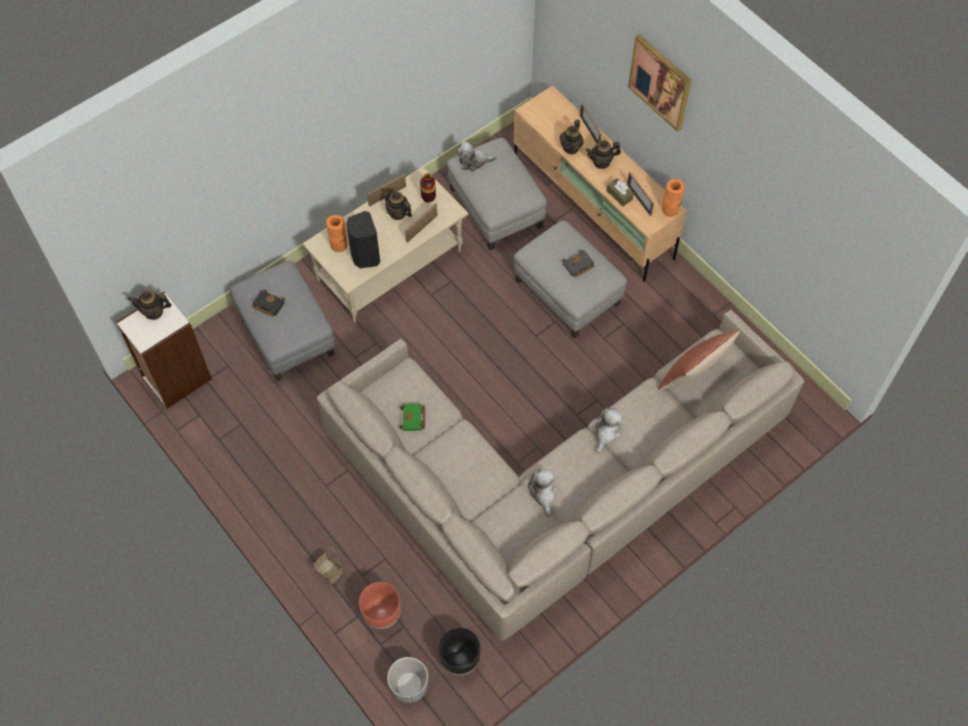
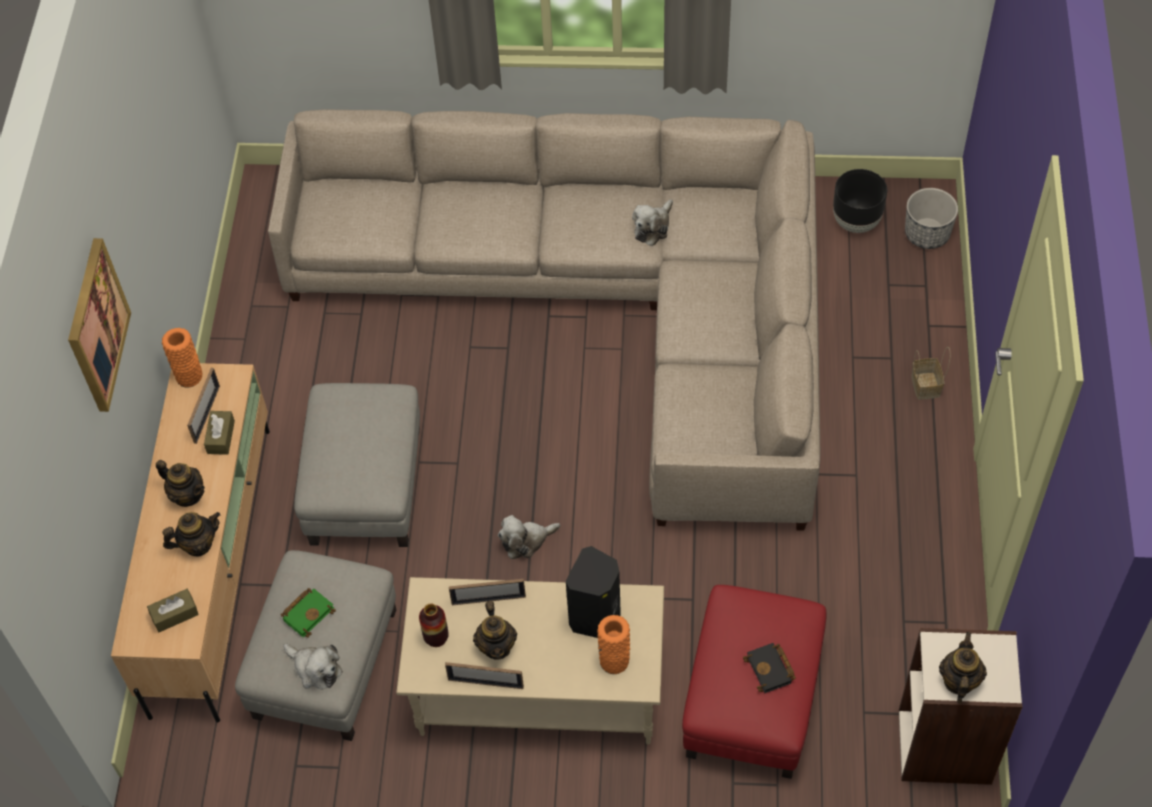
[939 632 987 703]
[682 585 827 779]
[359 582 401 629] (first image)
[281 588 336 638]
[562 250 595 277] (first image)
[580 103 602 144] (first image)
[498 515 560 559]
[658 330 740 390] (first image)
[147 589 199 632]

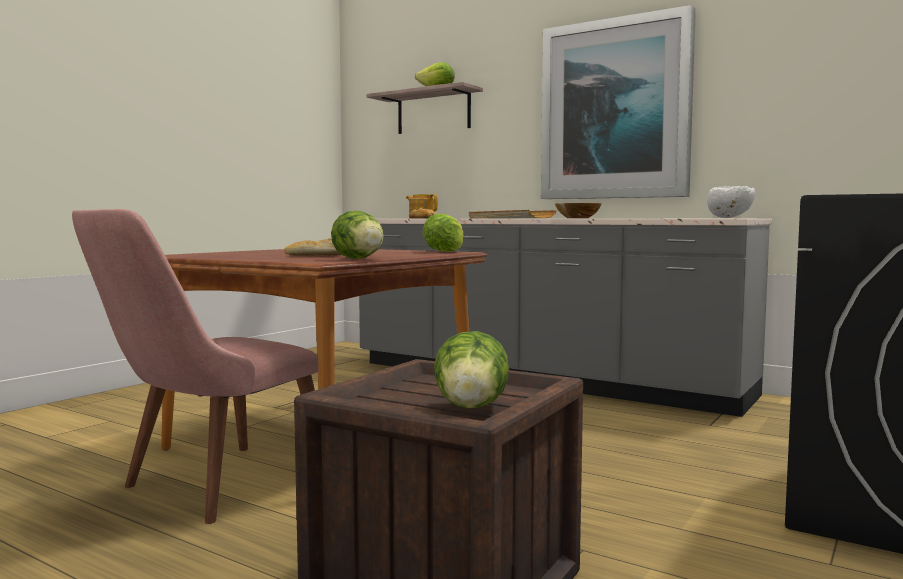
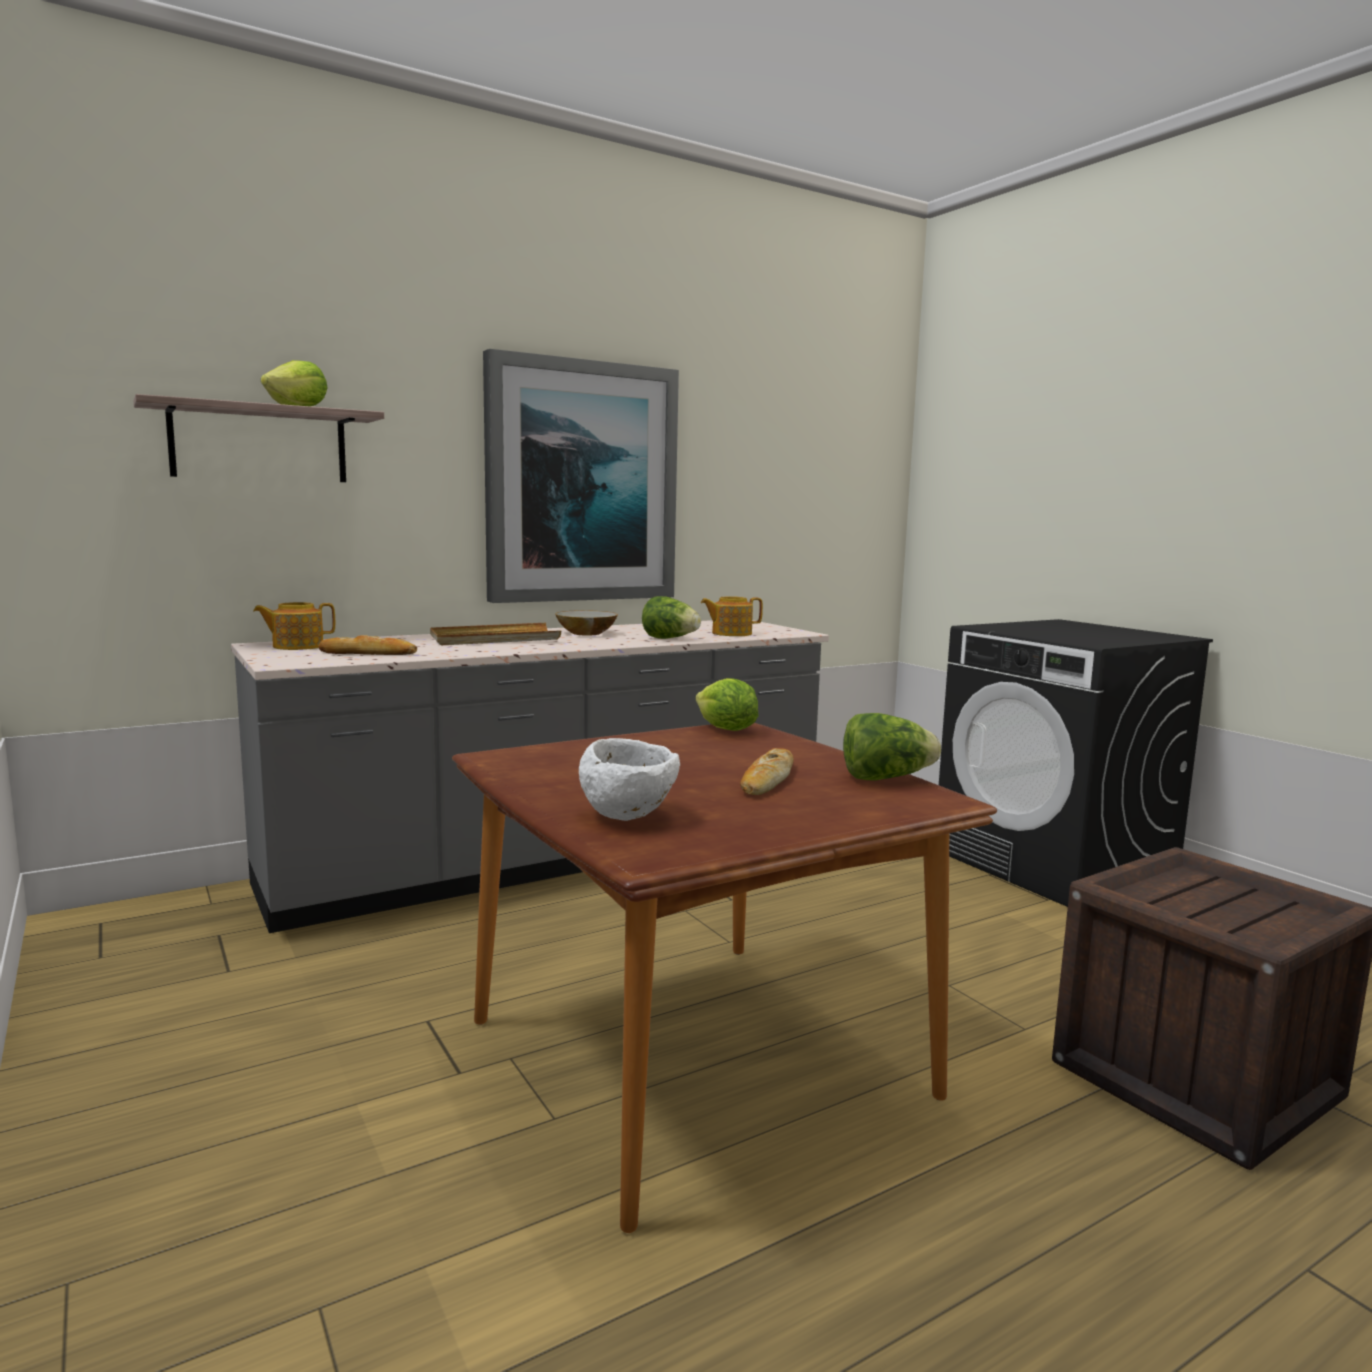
[72 209 319 524] (first image)
[642 596 701 639]
[579 738 680 821]
[701 596 763 636]

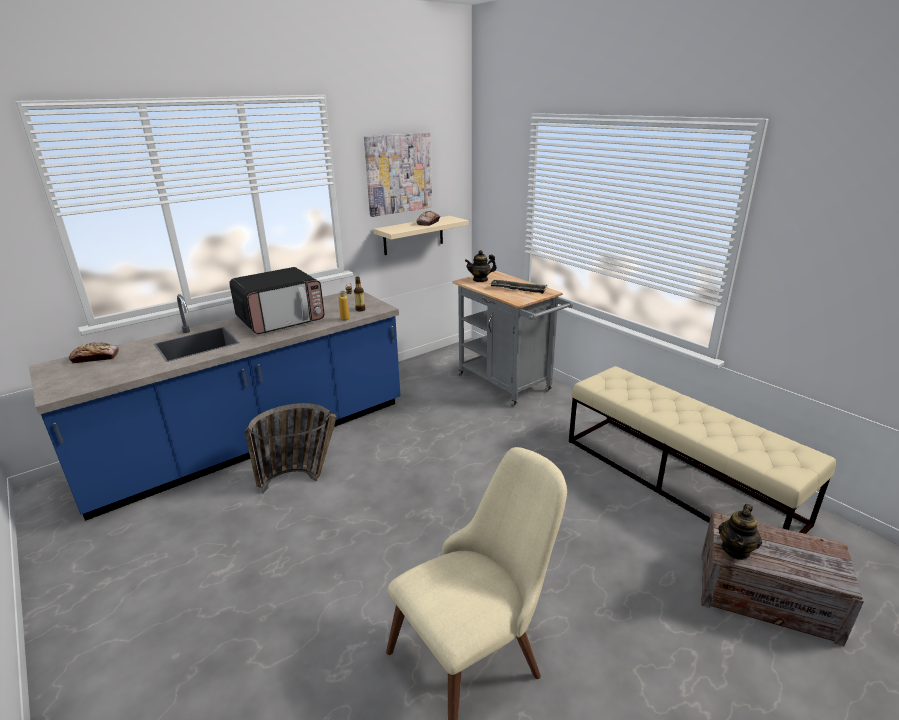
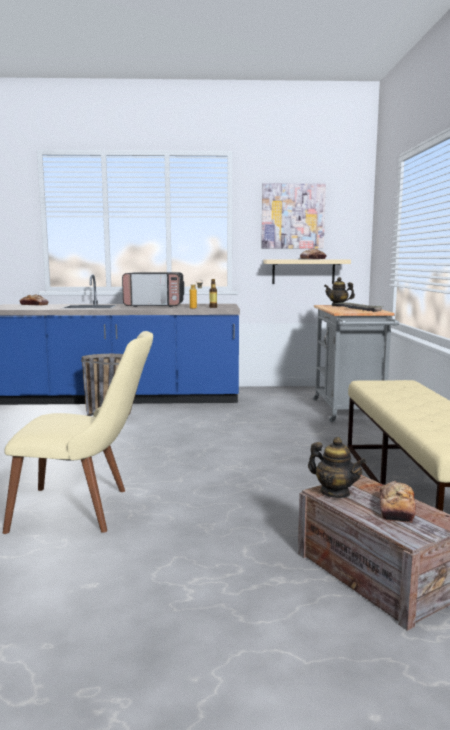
[308 437 366 498]
[380 481 416 523]

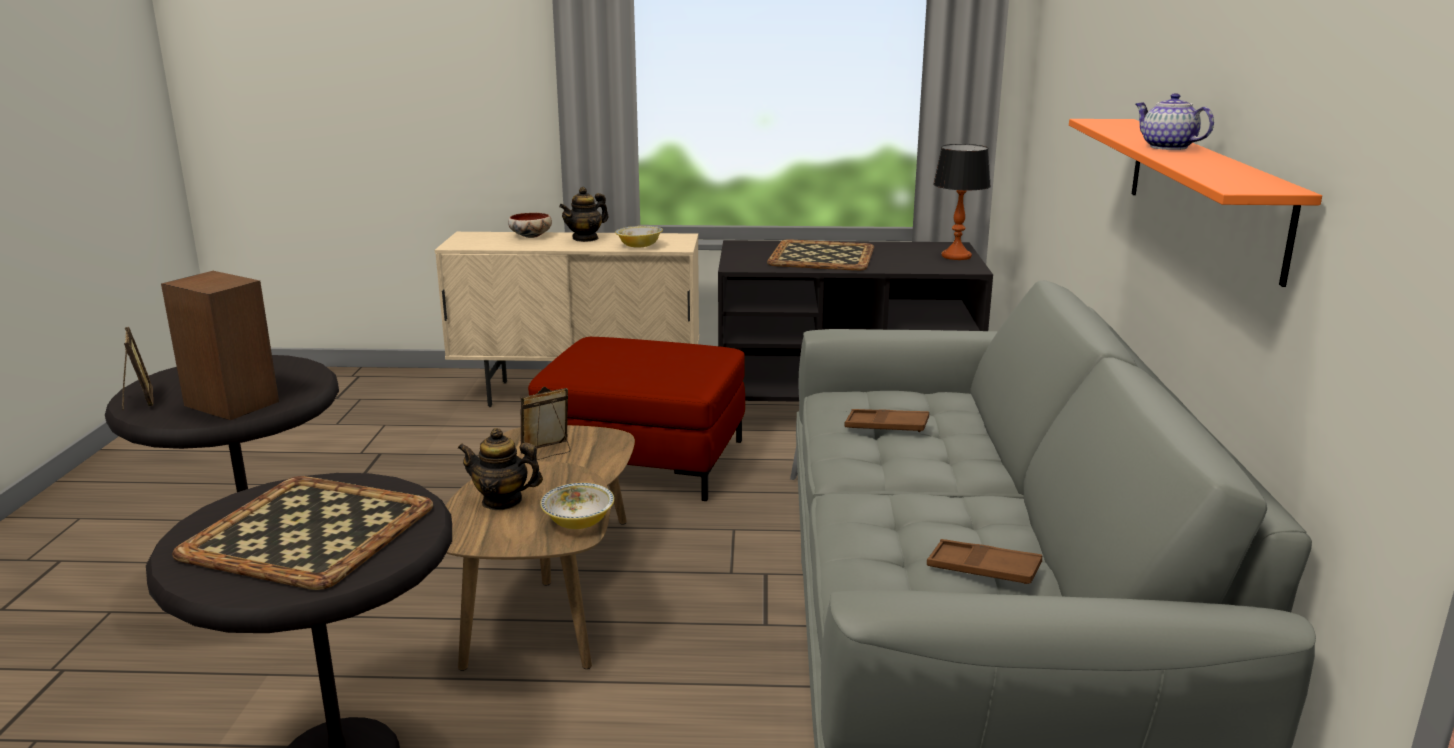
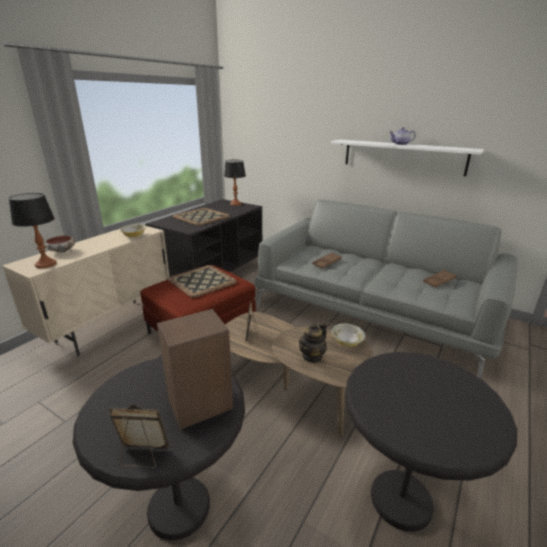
[168 265 237 298]
[559 187 608 242] (first image)
[331 140 484 176]
[9 193 57 268]

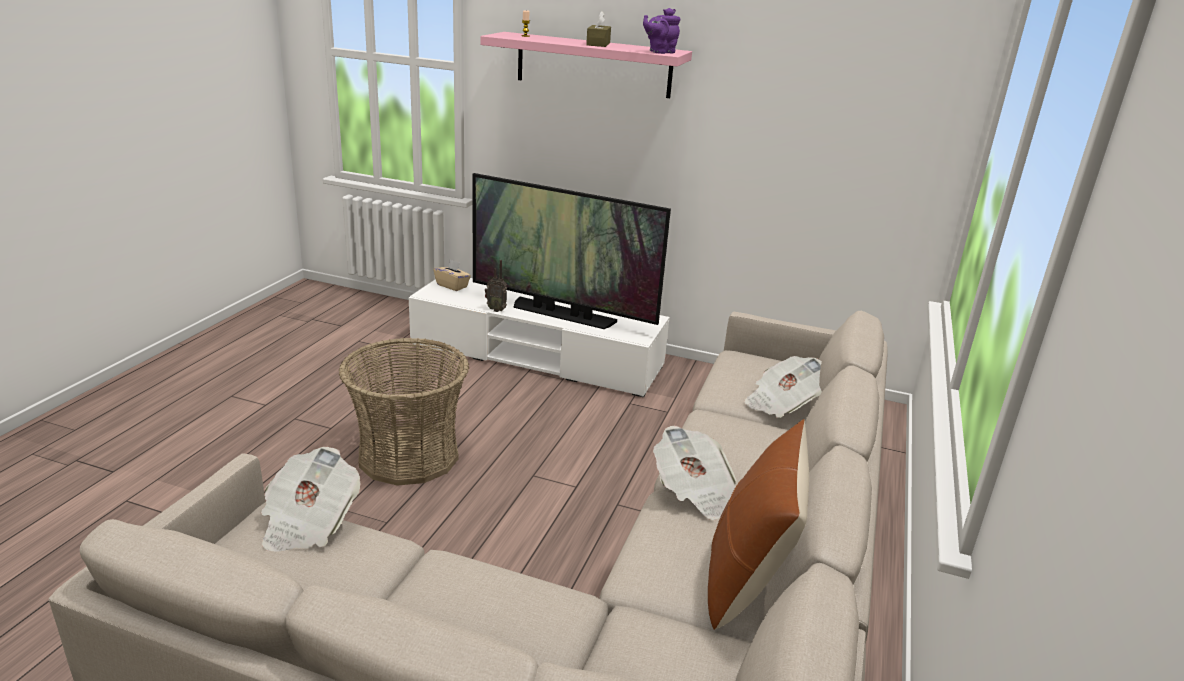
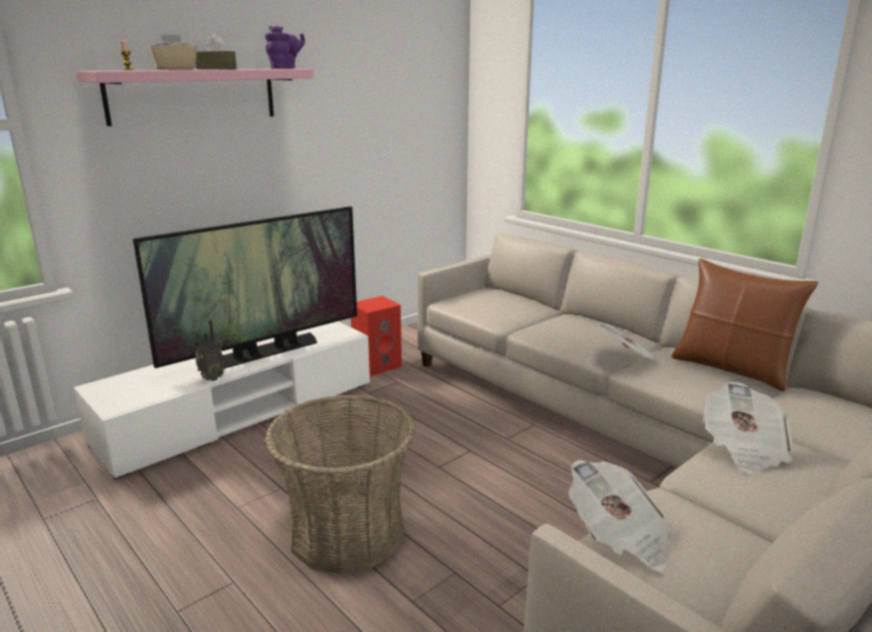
[150 34 197 70]
[265 25 305 69]
[702 382 792 473]
[351 296 402 376]

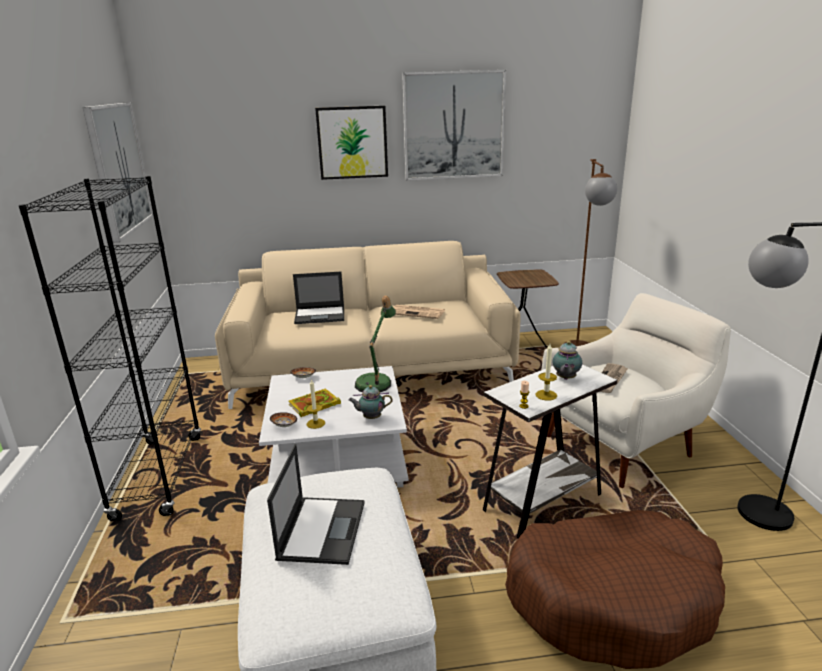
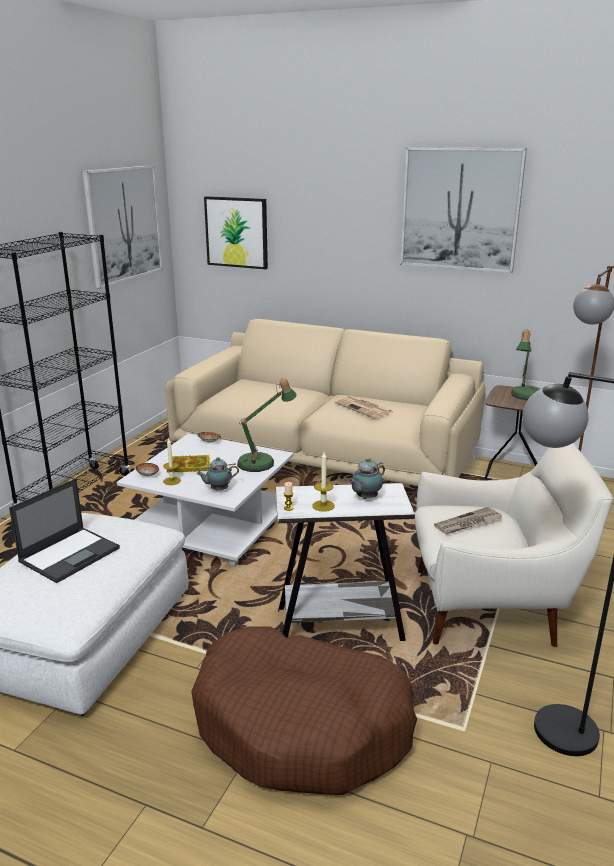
[293 271 344 324] (first image)
[204 196 268 269]
[196 457 239 491]
[511 329 540 400]

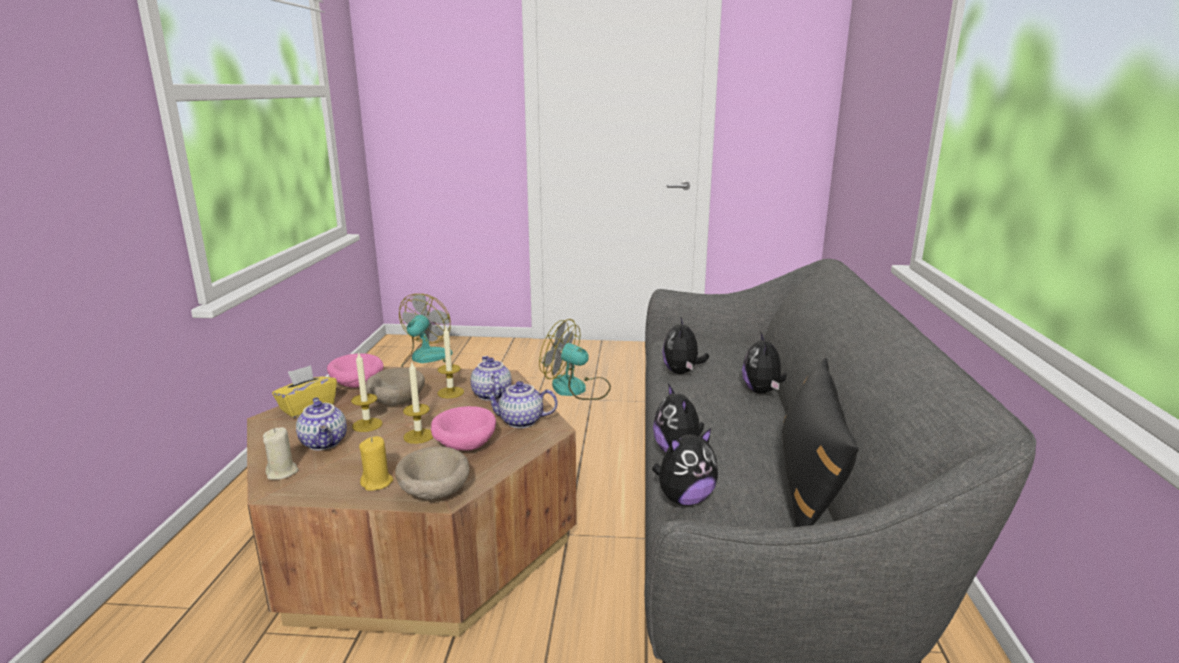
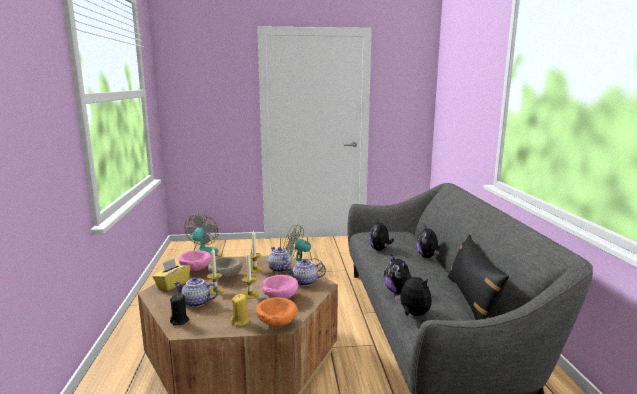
[170 294 189 326]
[174 277 218 307]
[256 297 298 327]
[395 271 432 316]

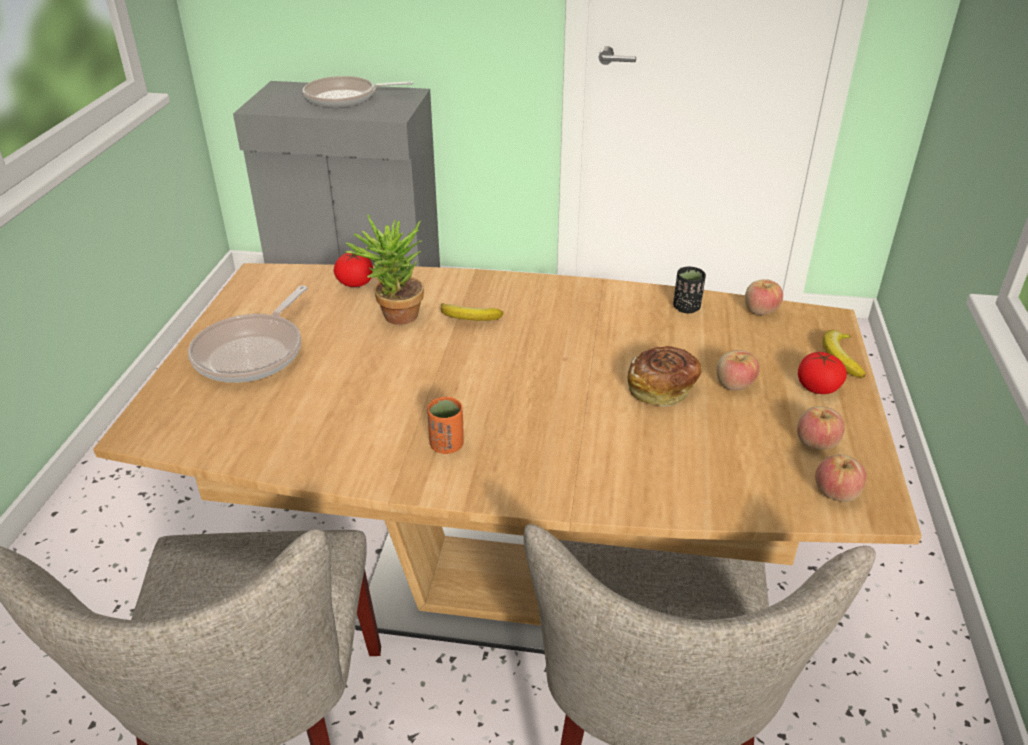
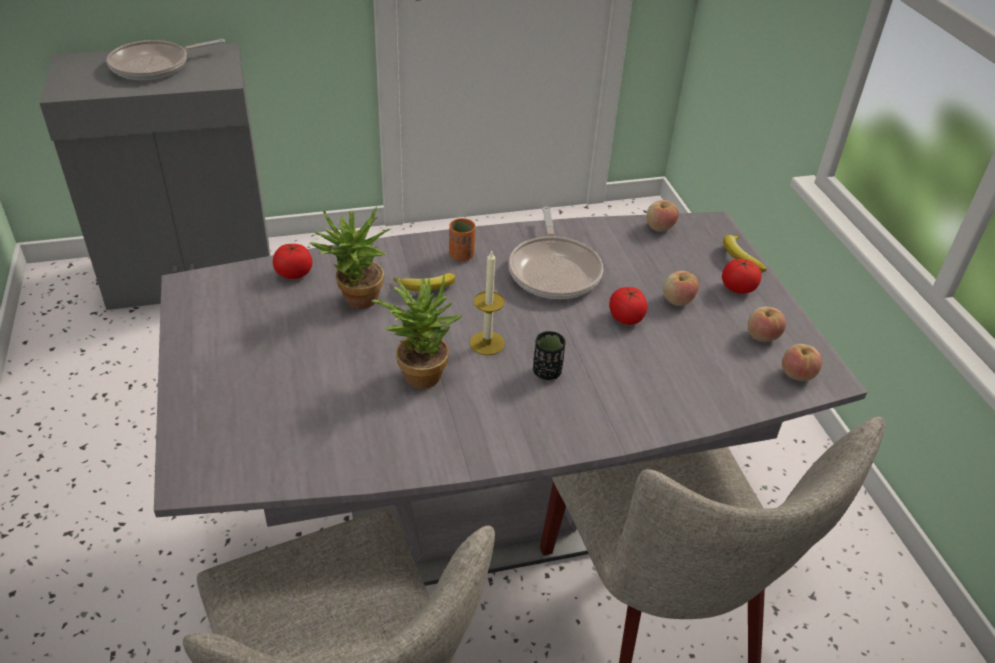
[154 211 867 586]
[508 207 603 299]
[449 218 476 261]
[609 287 647 325]
[533 331 566 380]
[371 273 462 389]
[469 250 505 355]

